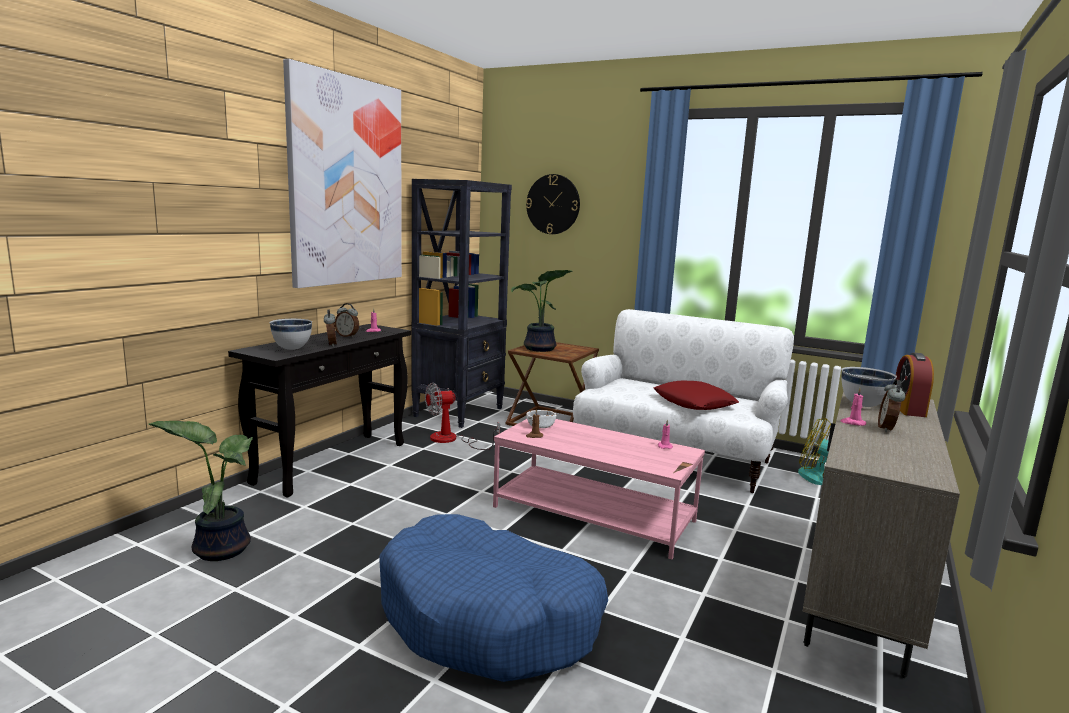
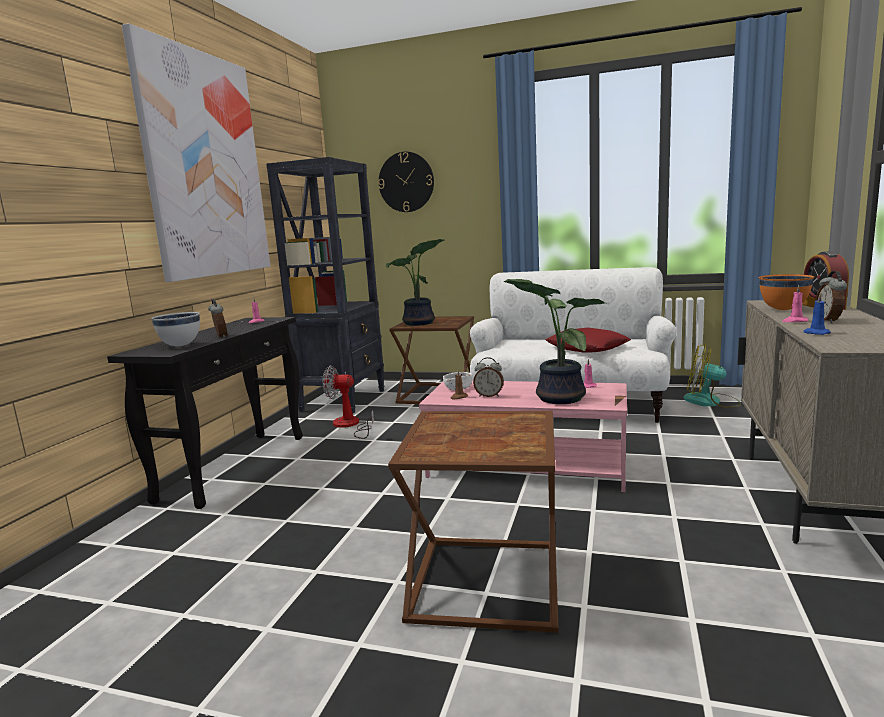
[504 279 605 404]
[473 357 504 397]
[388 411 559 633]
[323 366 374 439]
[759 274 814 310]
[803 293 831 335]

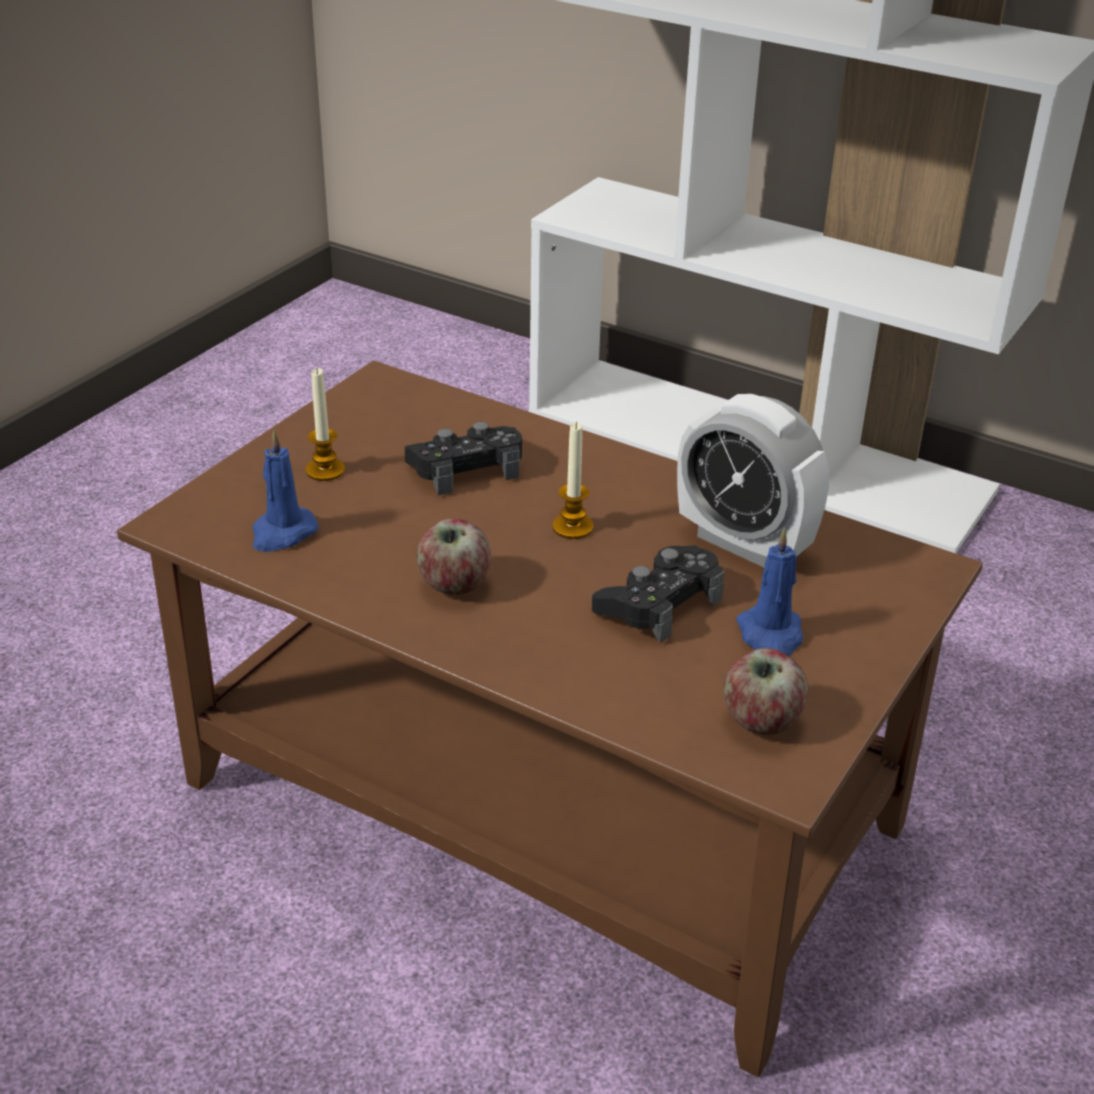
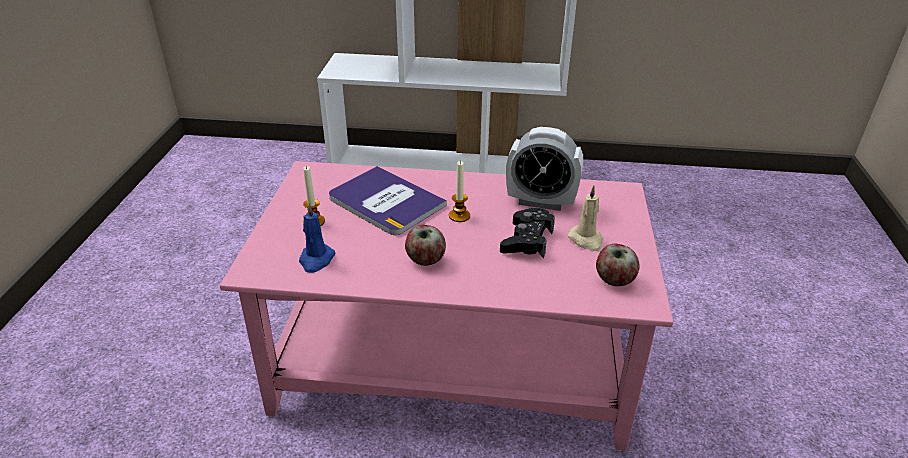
[220 161 673 451]
[329 166 447 235]
[568 185 603 251]

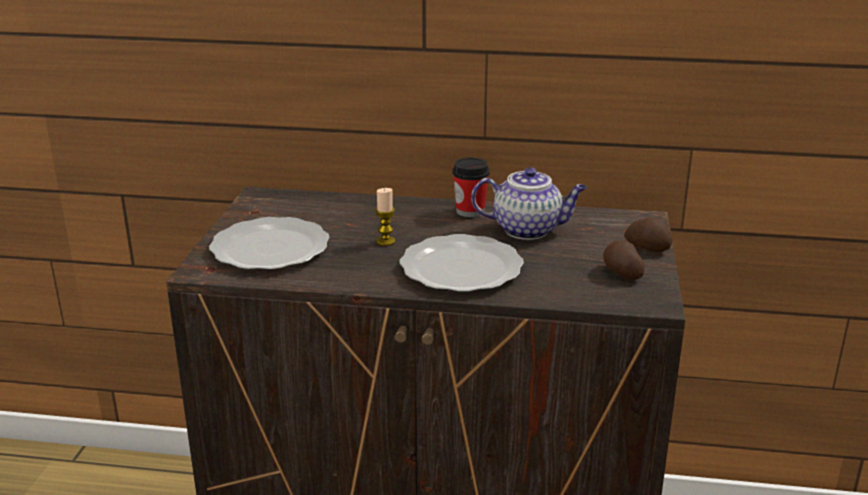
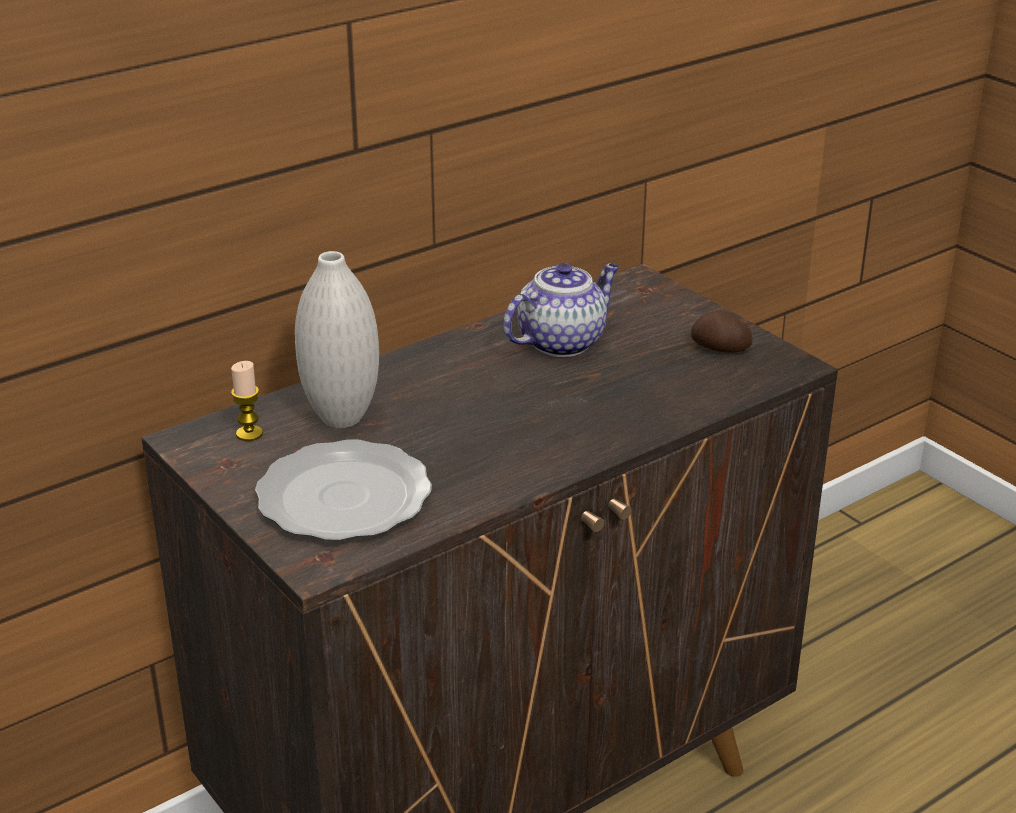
[231 361 263 441]
[400 234 524 292] (first image)
[452 157 490 217] (first image)
[625 217 672 252] (first image)
[295 251 379 428]

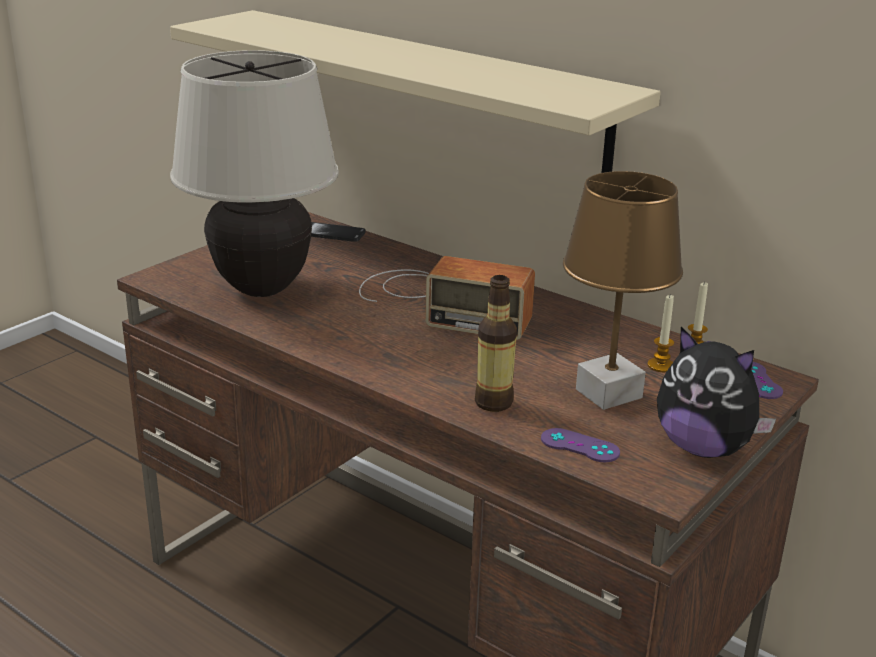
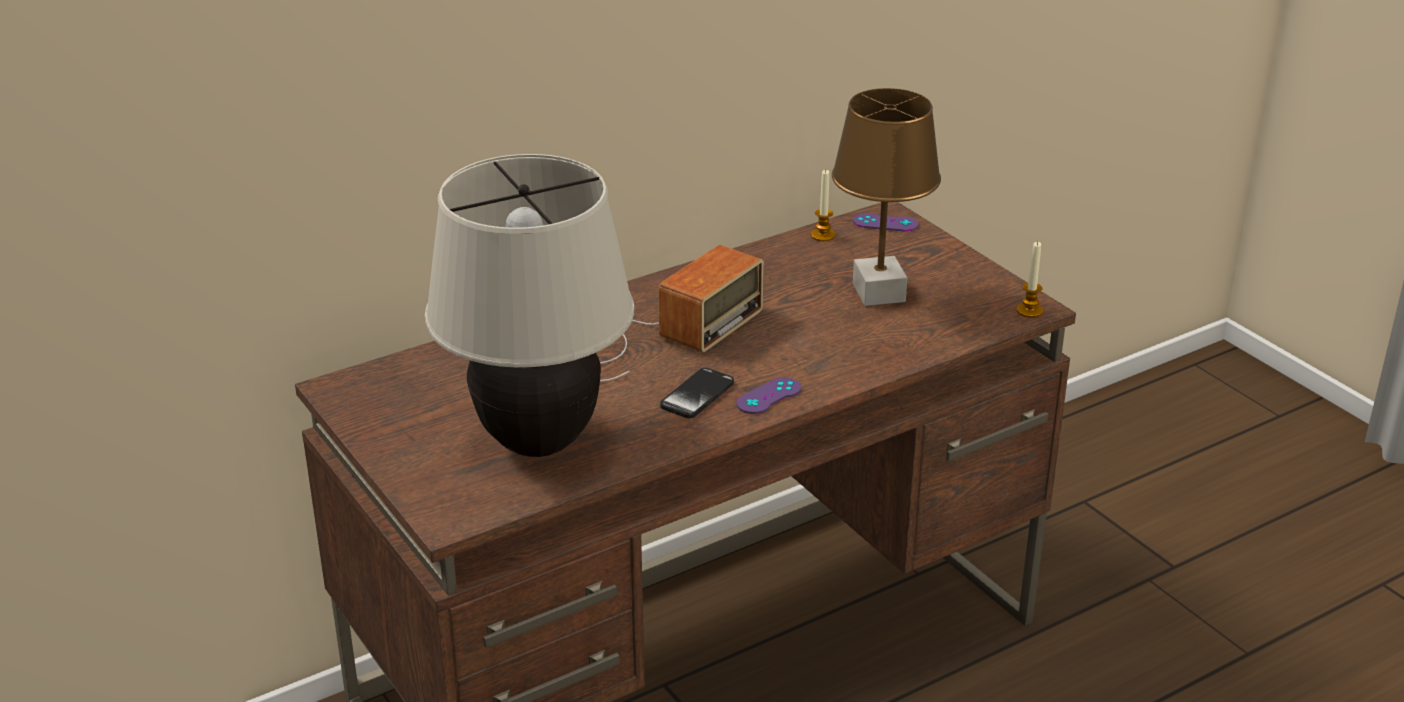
[170 10 661 173] (first image)
[660 368 734 418]
[475 275 517 412] (first image)
[736 377 801 414]
[1016 242 1043 318]
[657 327 777 458] (first image)

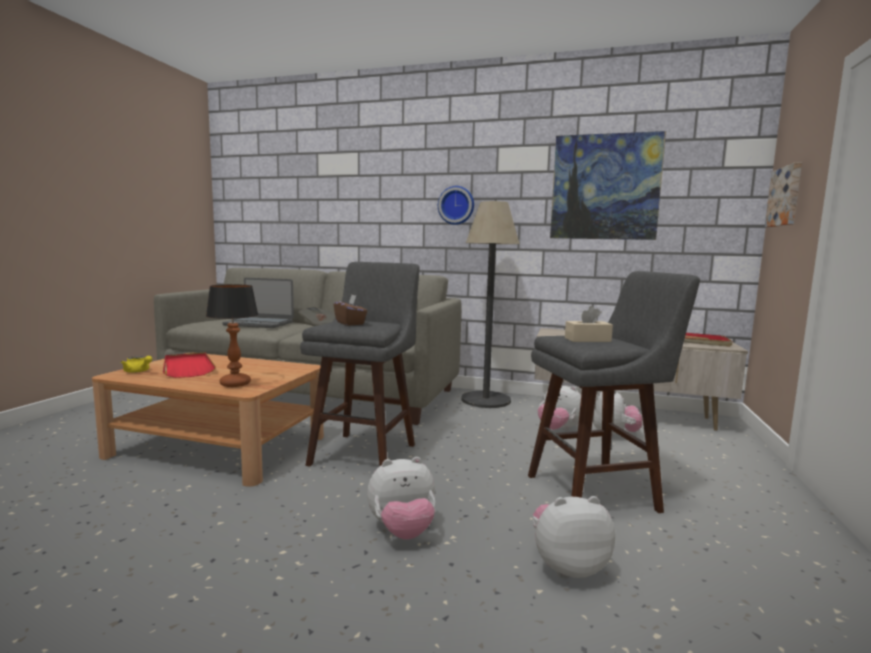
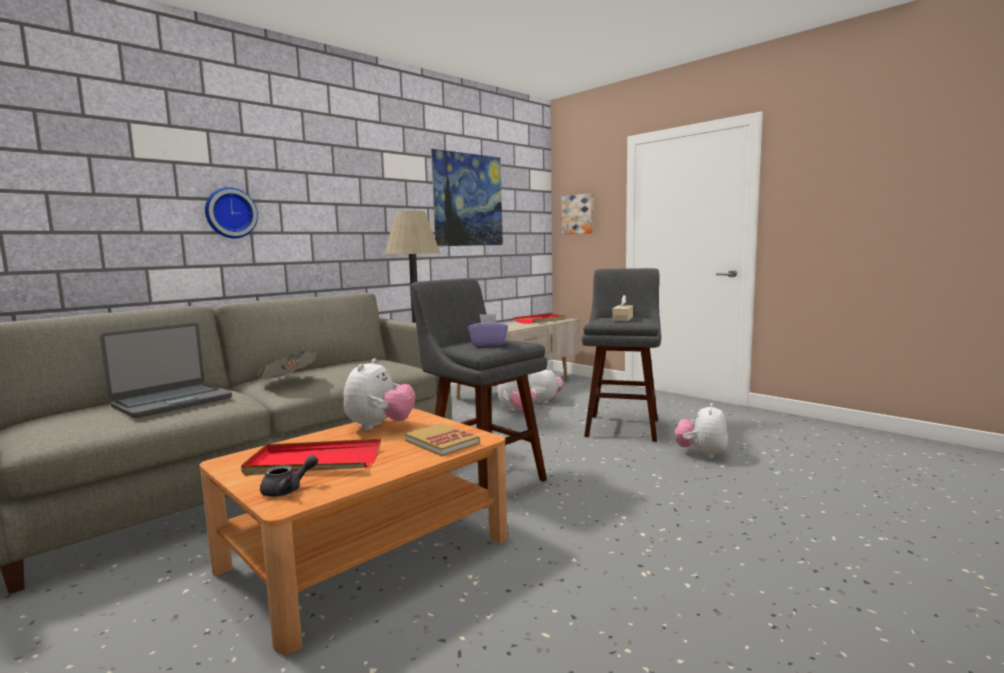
[260 455 318 497]
[405 423 480 456]
[468 314 508 346]
[343 358 415 430]
[205 187 258 238]

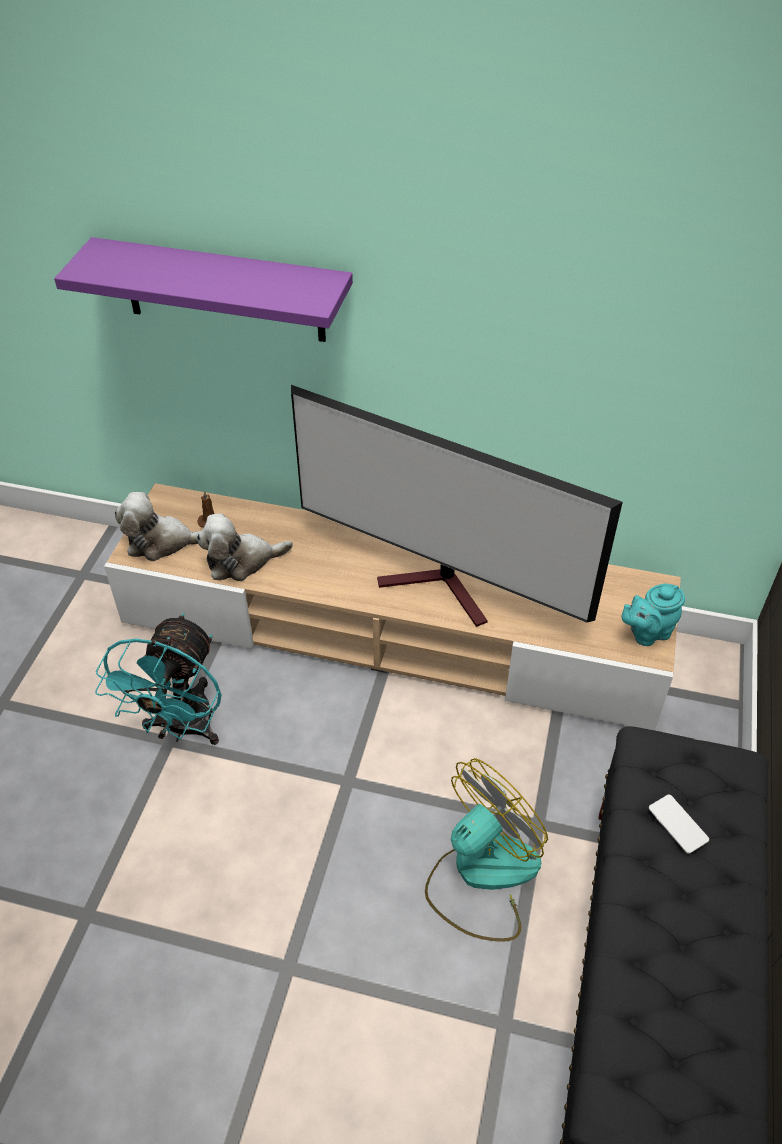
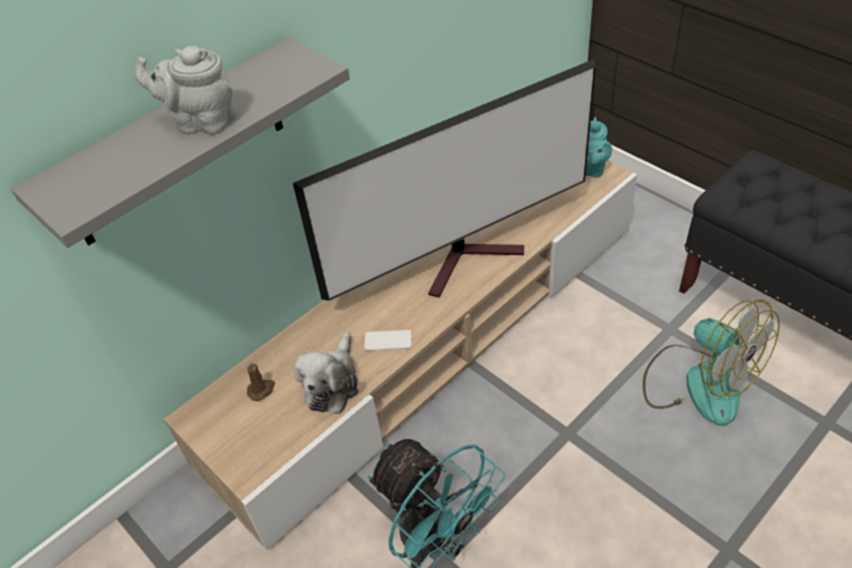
[11 37 350 248]
[115 492 200 561] (first image)
[643 300 780 426]
[364 330 411 351]
[135 46 234 135]

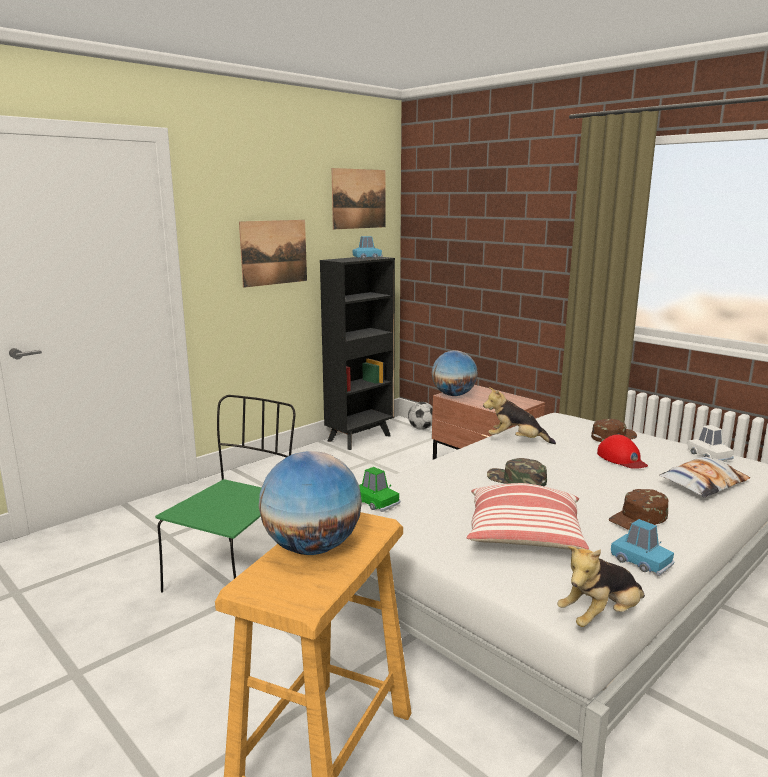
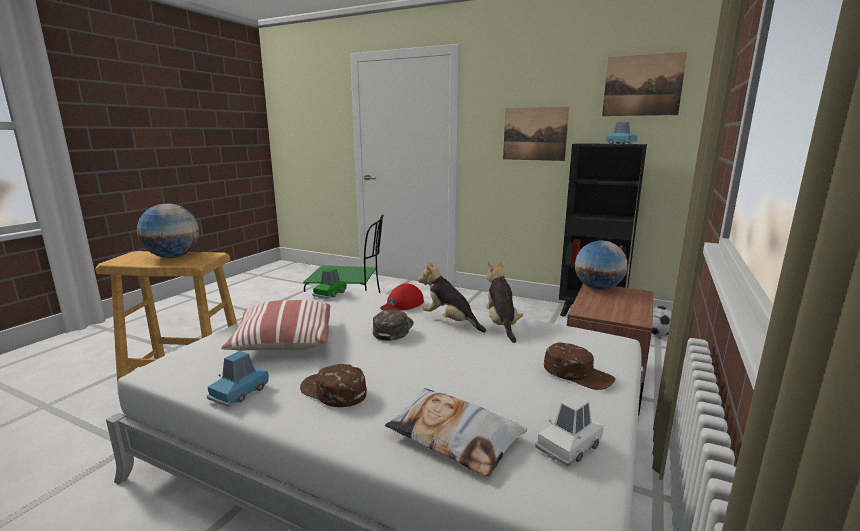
[418 262 486 333]
[380 283 424 311]

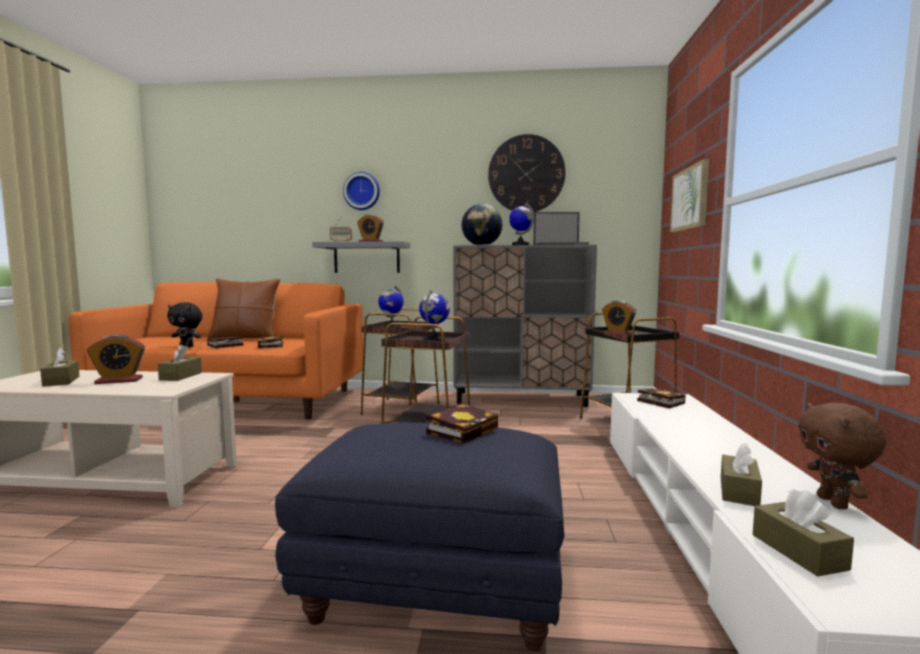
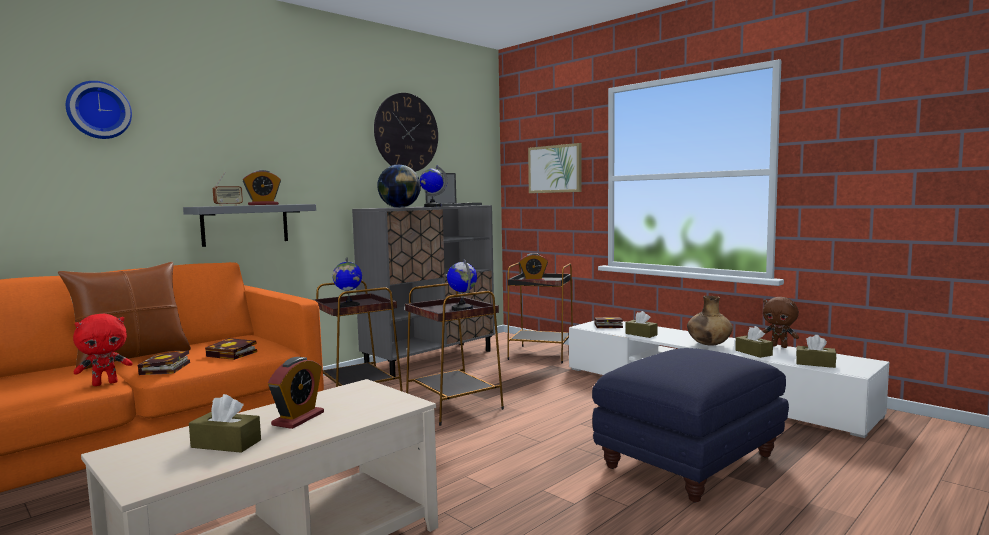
[626 311 658 338]
[73 314 133 386]
[66 81 132 139]
[426 403 498 444] (first image)
[687 296 733 346]

